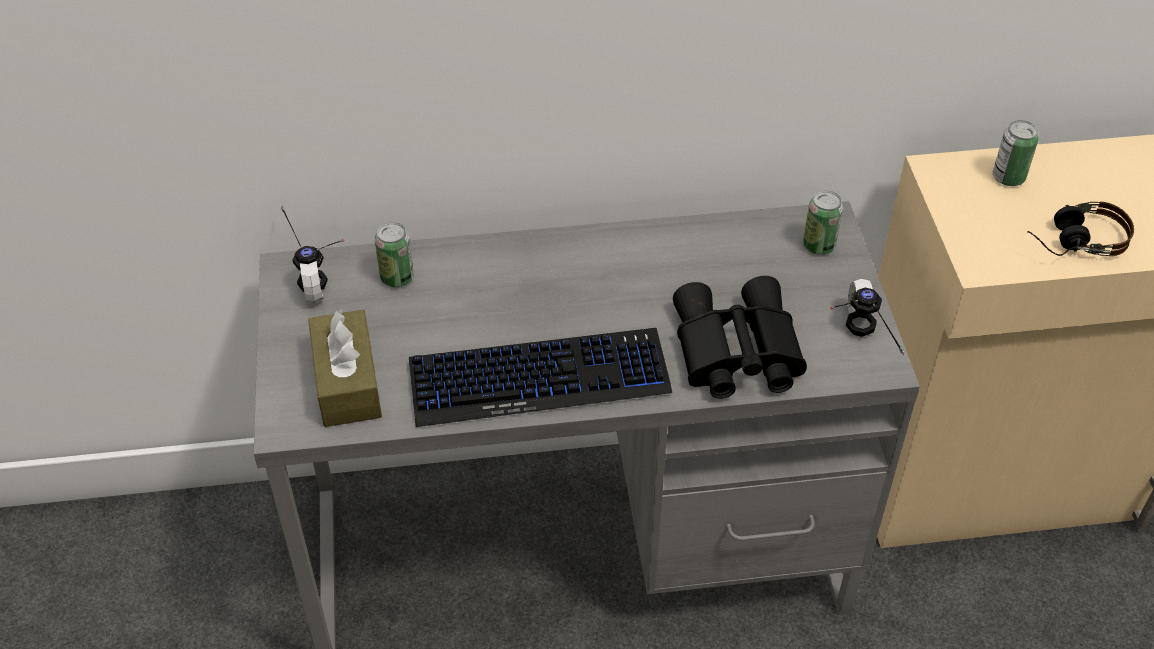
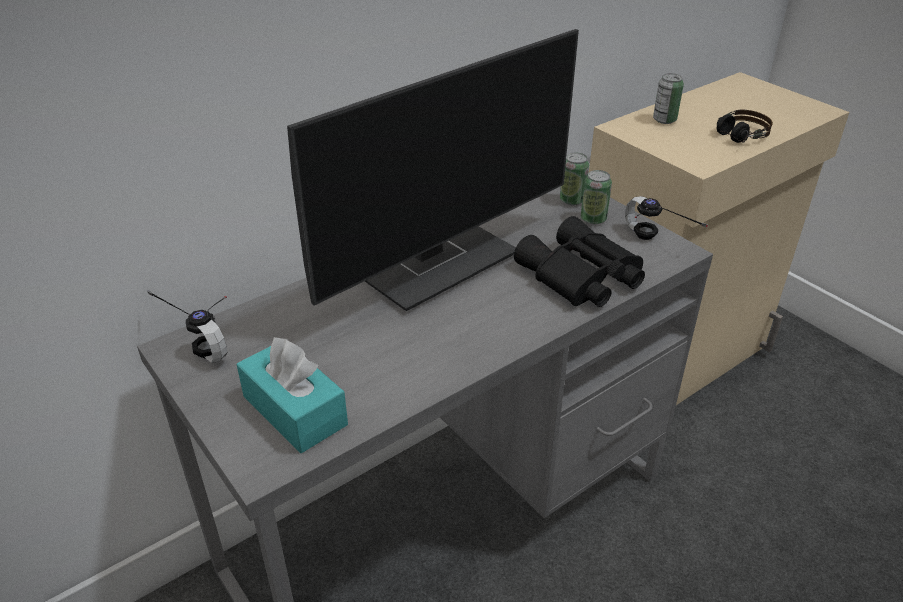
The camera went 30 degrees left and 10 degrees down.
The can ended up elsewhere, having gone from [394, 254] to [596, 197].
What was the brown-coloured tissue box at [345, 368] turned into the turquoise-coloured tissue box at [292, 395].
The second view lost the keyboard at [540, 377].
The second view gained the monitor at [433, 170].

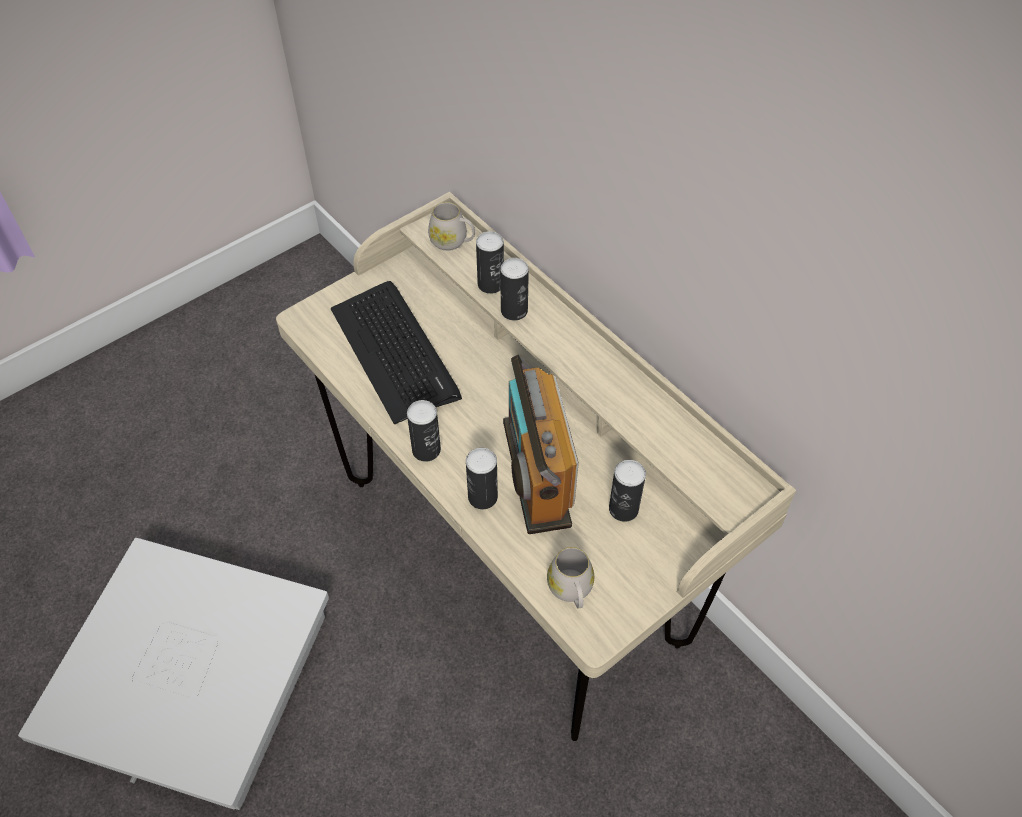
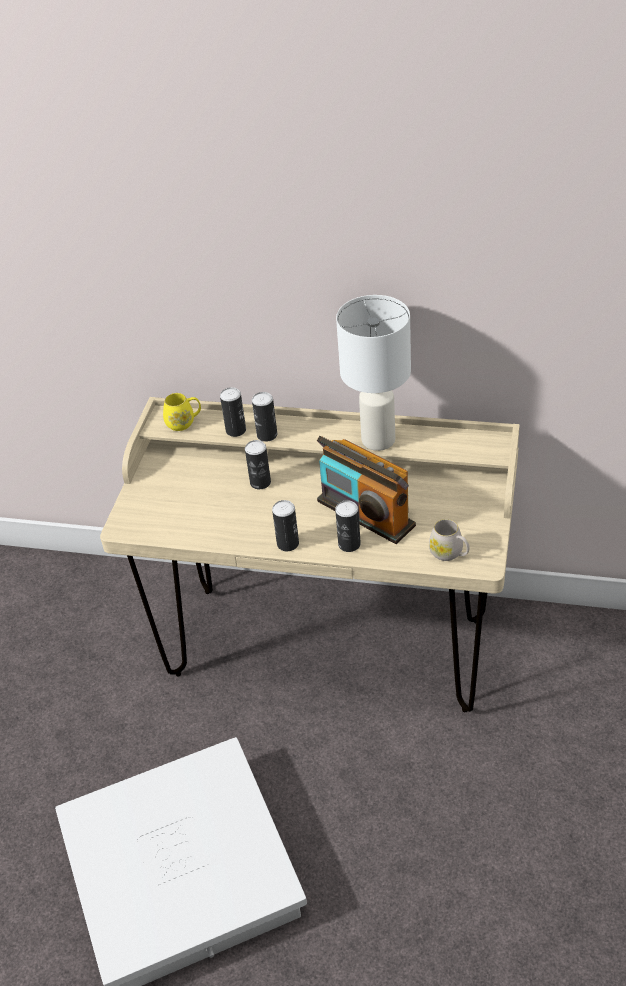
The camera went 35 degrees left and 10 degrees down.
What was the white-coloured mug at [451, 226] turned into the yellowish mug at [182, 412].
The second view lost the keyboard at [396, 352].
The can ended up elsewhere, having gone from [627, 491] to [258, 464].
The second view gained the white-coloured lamp for a table at [373, 373].

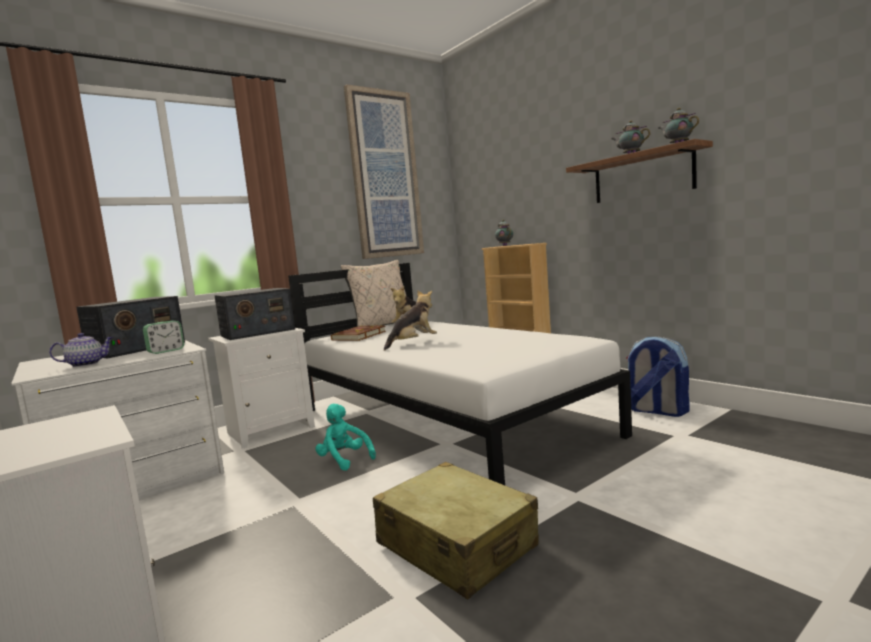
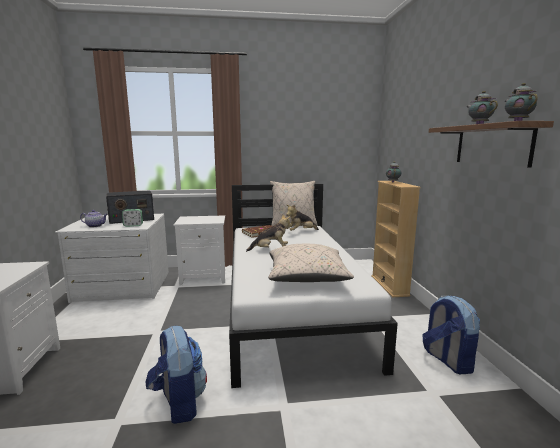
The camera went 30 degrees right and 5 degrees up.
The second view lost the wall art at [384, 171].
The second view lost the radio at [254, 314].
The second view lost the turquoise-coloured cuddly toy at [346, 437].
Where the sand-coloured suitcase stood at [456, 530], the rucksack came to stand at [176, 375].
The second view gained the sand-coloured throw pillow at [311, 263].

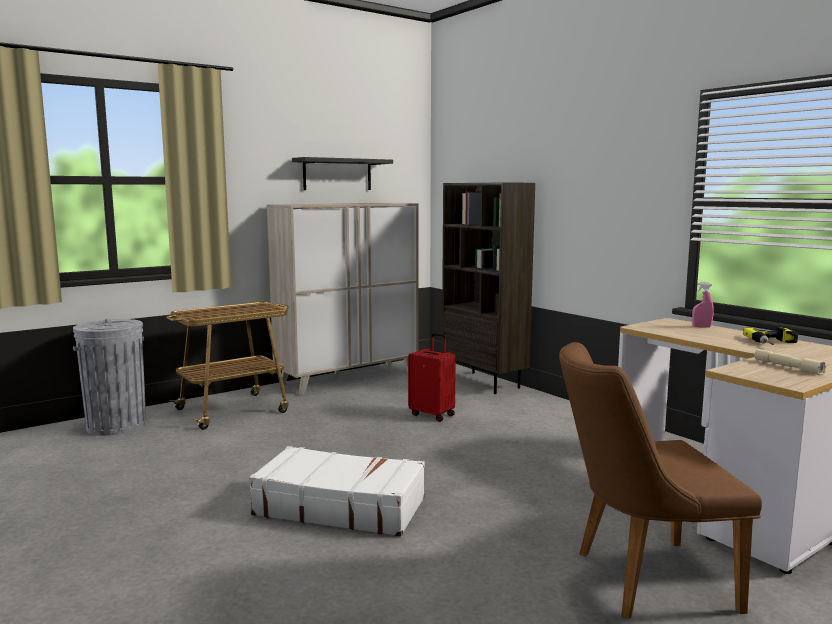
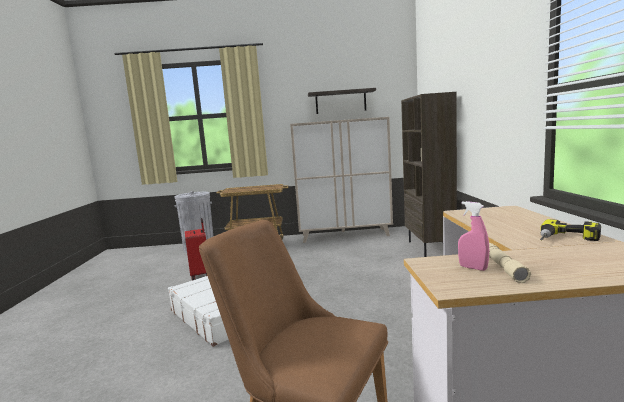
The camera went 35 degrees right and 0 degrees up.
The pink-coloured spray bottle ended up elsewhere, having gone from [703, 305] to [473, 236].
The red suitcase ended up elsewhere, having gone from [432, 377] to [196, 249].

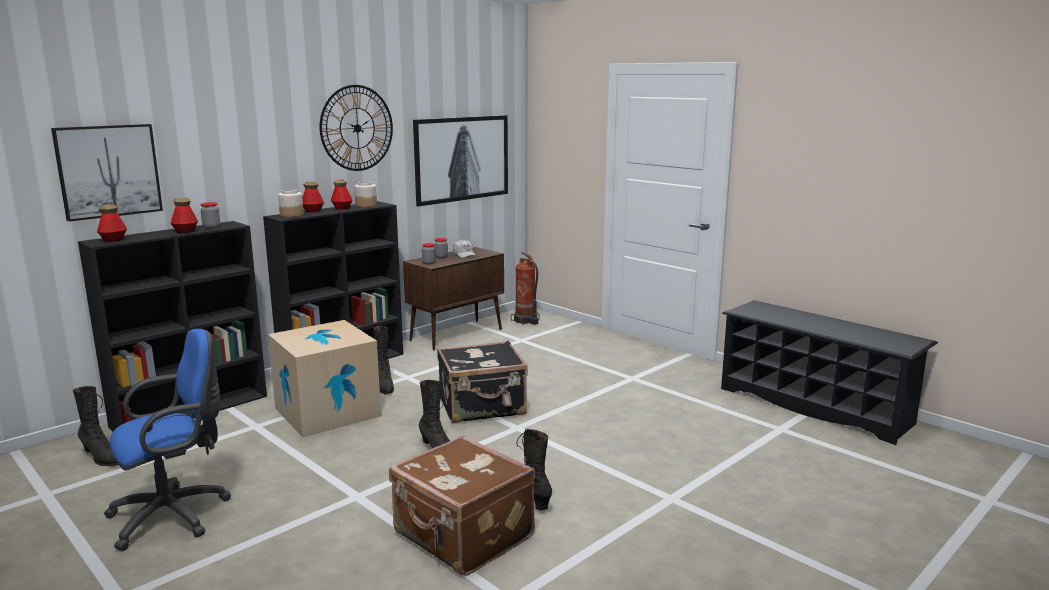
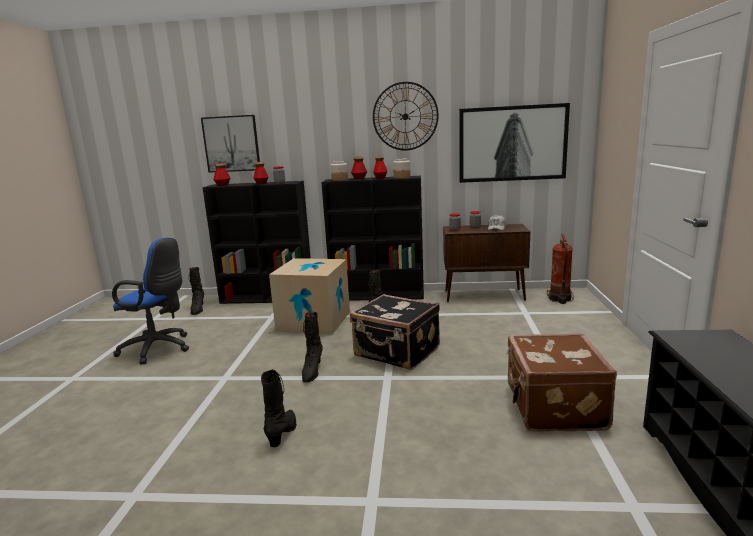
The camera went 50 degrees right and 0 degrees up.
The brown-coloured suitcase ended up elsewhere, having gone from [462, 505] to [562, 382].

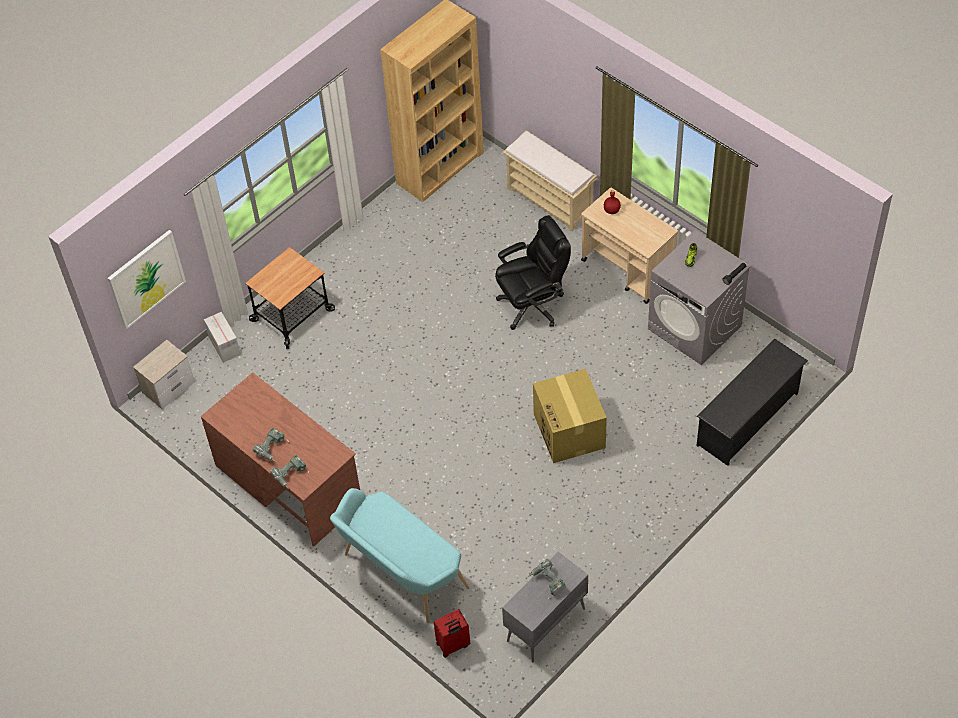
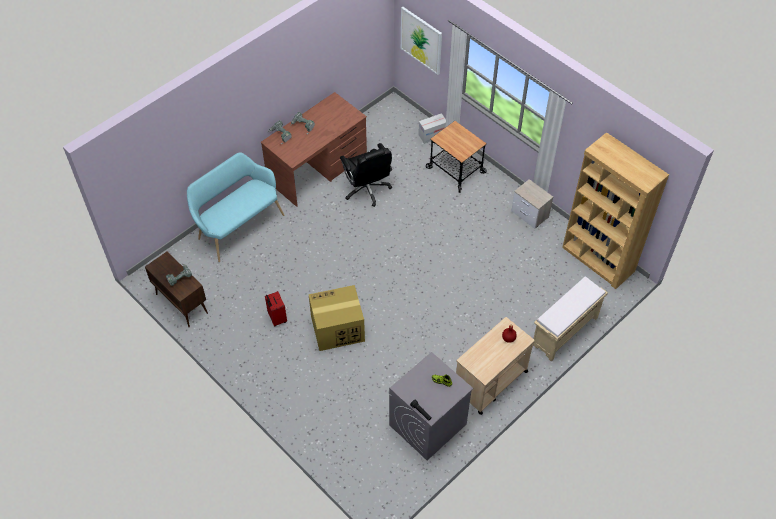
The camera went 90 degrees right and 0 degrees up.
The black office chair ended up elsewhere, having gone from [533, 272] to [366, 175].
The second view lost the black shoe rack at [752, 402].
The bedside table ended up elsewhere, having gone from [164, 374] to [532, 204].
What was the gray cupboard at [545, 607] turned into the brown-coloured cupboard at [176, 289].
The red suitcase ended up elsewhere, having gone from [452, 633] to [276, 309].

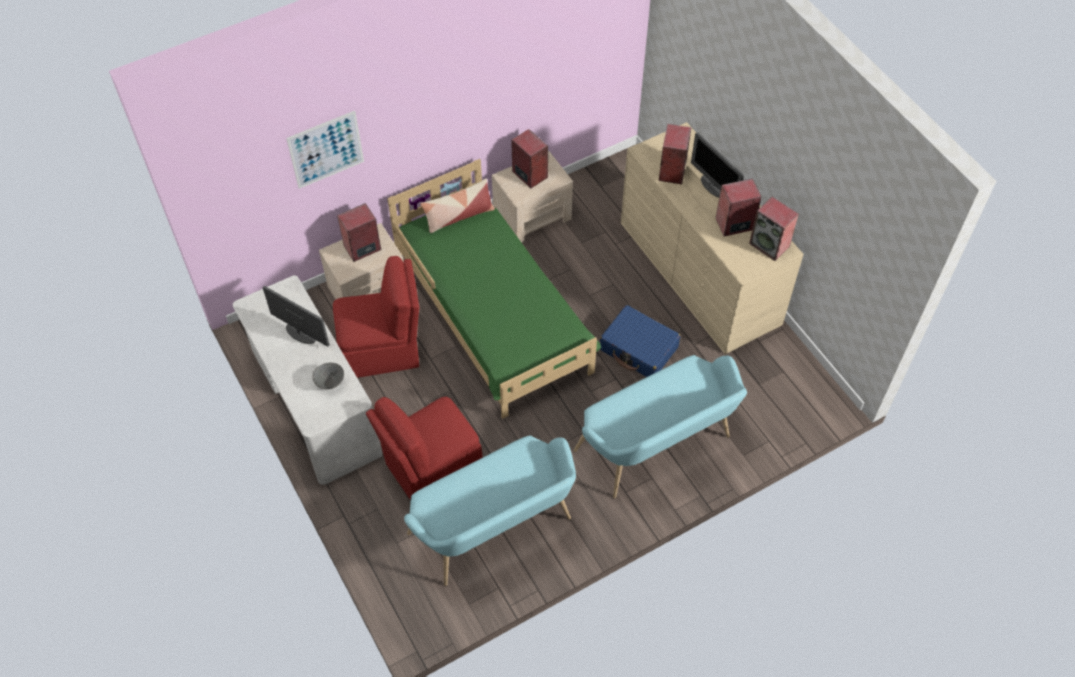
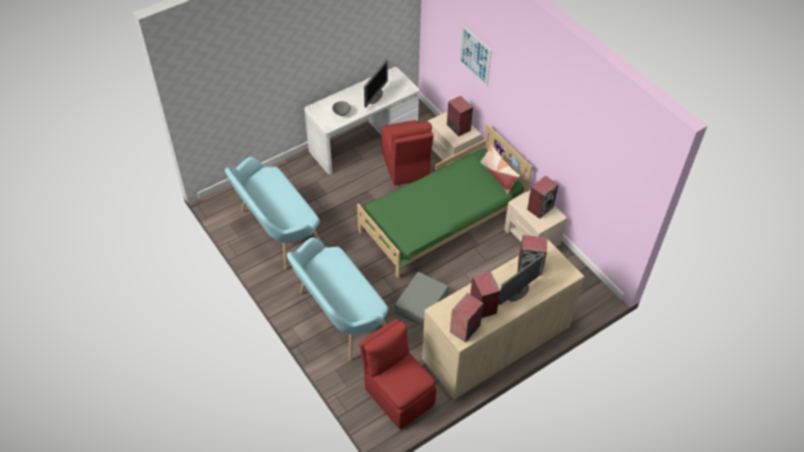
The camera went 85 degrees right and 5 degrees down.
What was the blue-coloured suitcase at [640, 341] turned into the gray suitcase at [421, 300].
The red chair ended up elsewhere, having gone from [424, 448] to [397, 374].

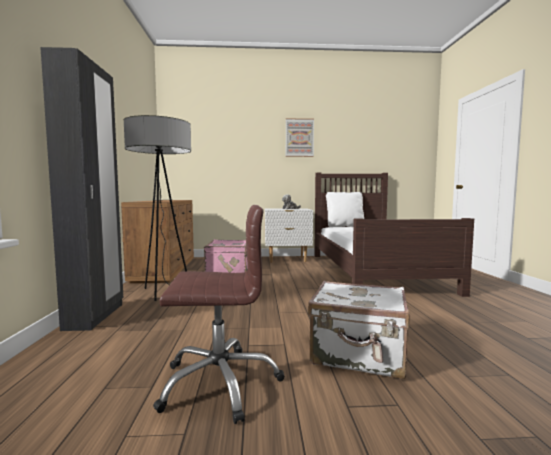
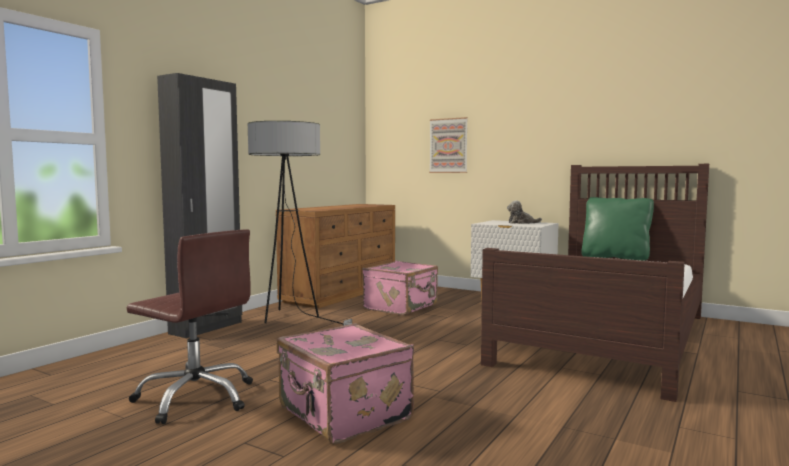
The camera went 35 degrees right and 0 degrees up.
The wall art ended up elsewhere, having gone from [300, 137] to [448, 145].
What was the white-coloured throw pillow at [345, 209] turned into the green throw pillow at [617, 229].
What was the white-coloured suitcase at [359, 330] turned into the pink-coloured suitcase at [345, 383].

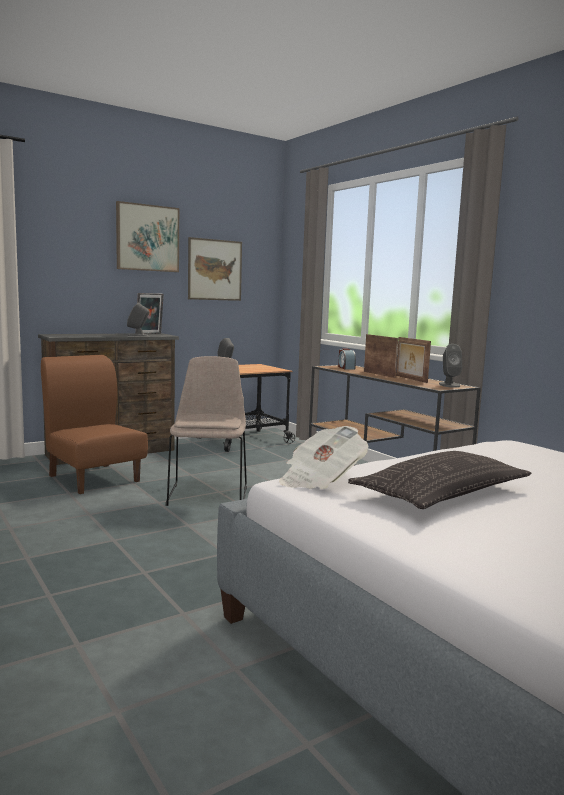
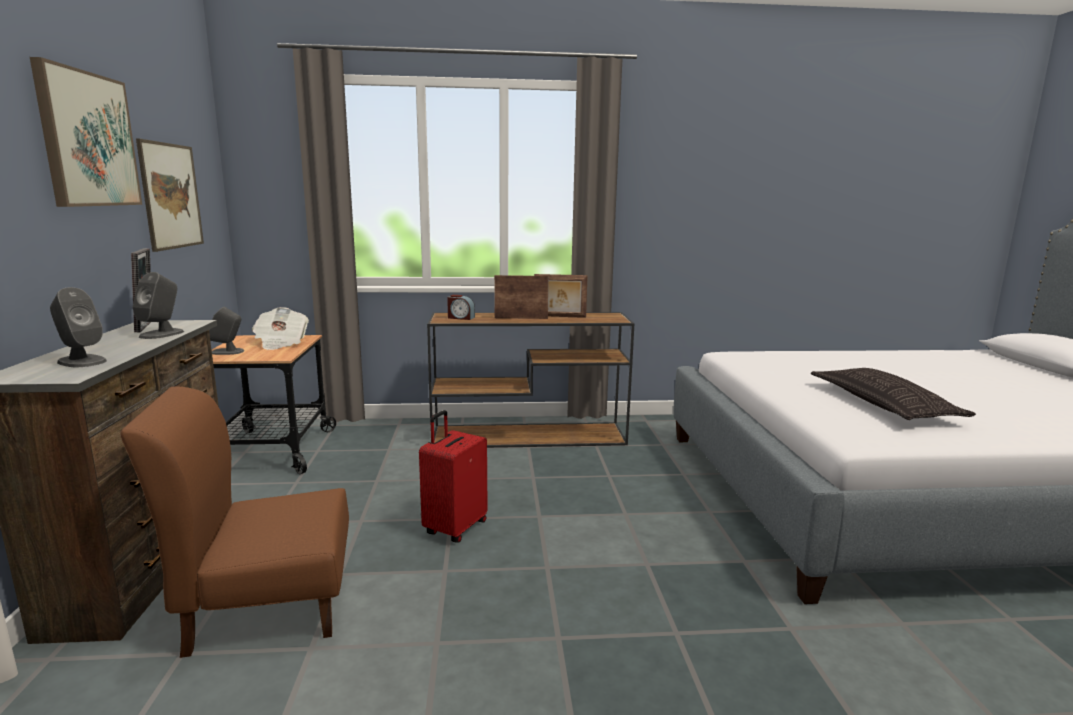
The camera went 60 degrees left and 5 degrees up.
The gray loudspeaker ended up elsewhere, having gone from [450, 366] to [78, 327].
Where the sand-coloured chair stood at [206, 431], the red suitcase came to stand at [453, 476].
The newspaper ended up elsewhere, having gone from [323, 457] to [280, 328].

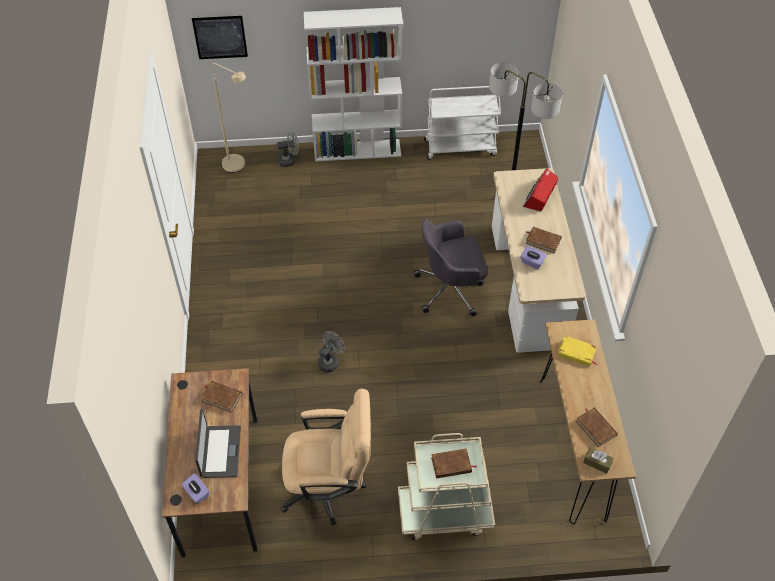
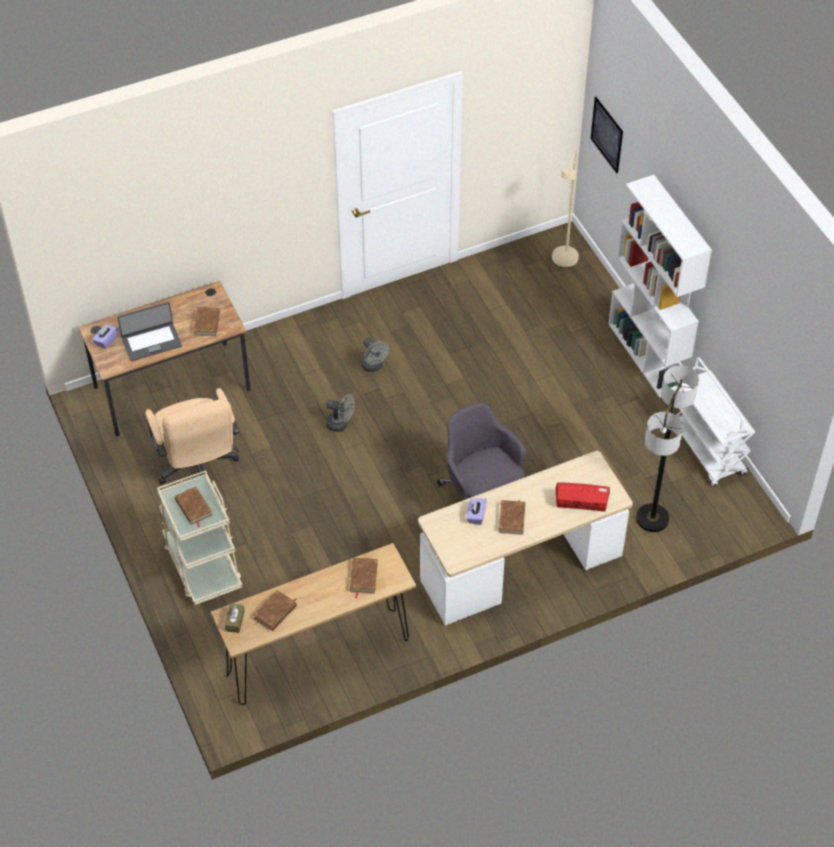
The camera went 70 degrees right and 0 degrees up.
The gray cooling fan ended up elsewhere, having gone from [288, 149] to [375, 355].
What was the yellowish bound book at [577, 351] turned into the brown-coloured bound book at [364, 578].

